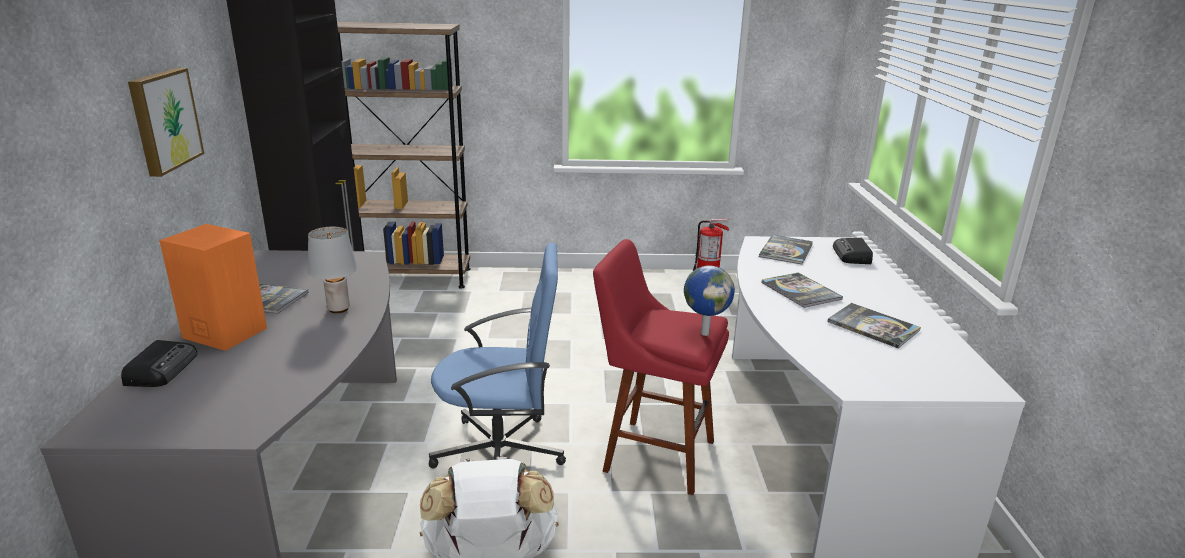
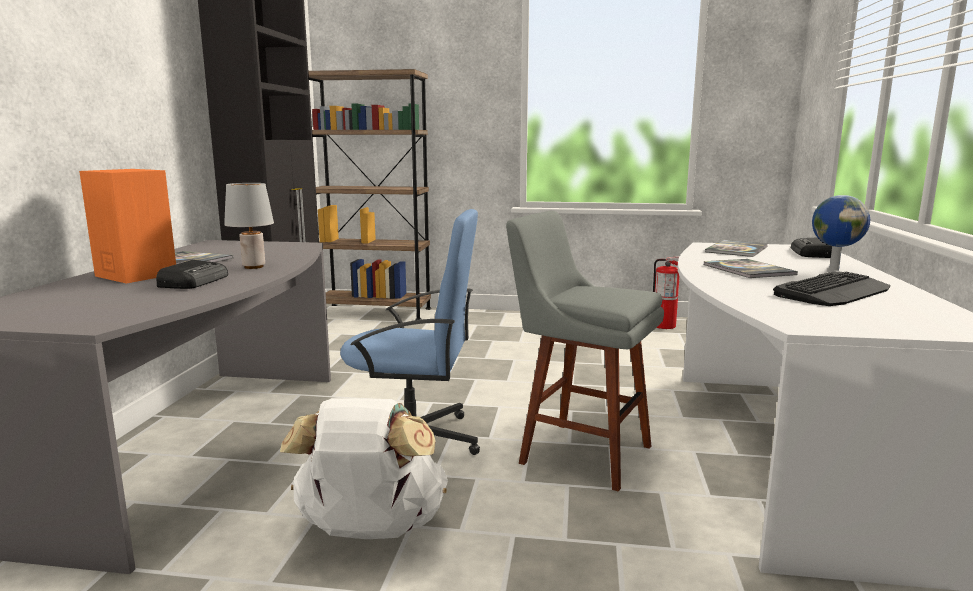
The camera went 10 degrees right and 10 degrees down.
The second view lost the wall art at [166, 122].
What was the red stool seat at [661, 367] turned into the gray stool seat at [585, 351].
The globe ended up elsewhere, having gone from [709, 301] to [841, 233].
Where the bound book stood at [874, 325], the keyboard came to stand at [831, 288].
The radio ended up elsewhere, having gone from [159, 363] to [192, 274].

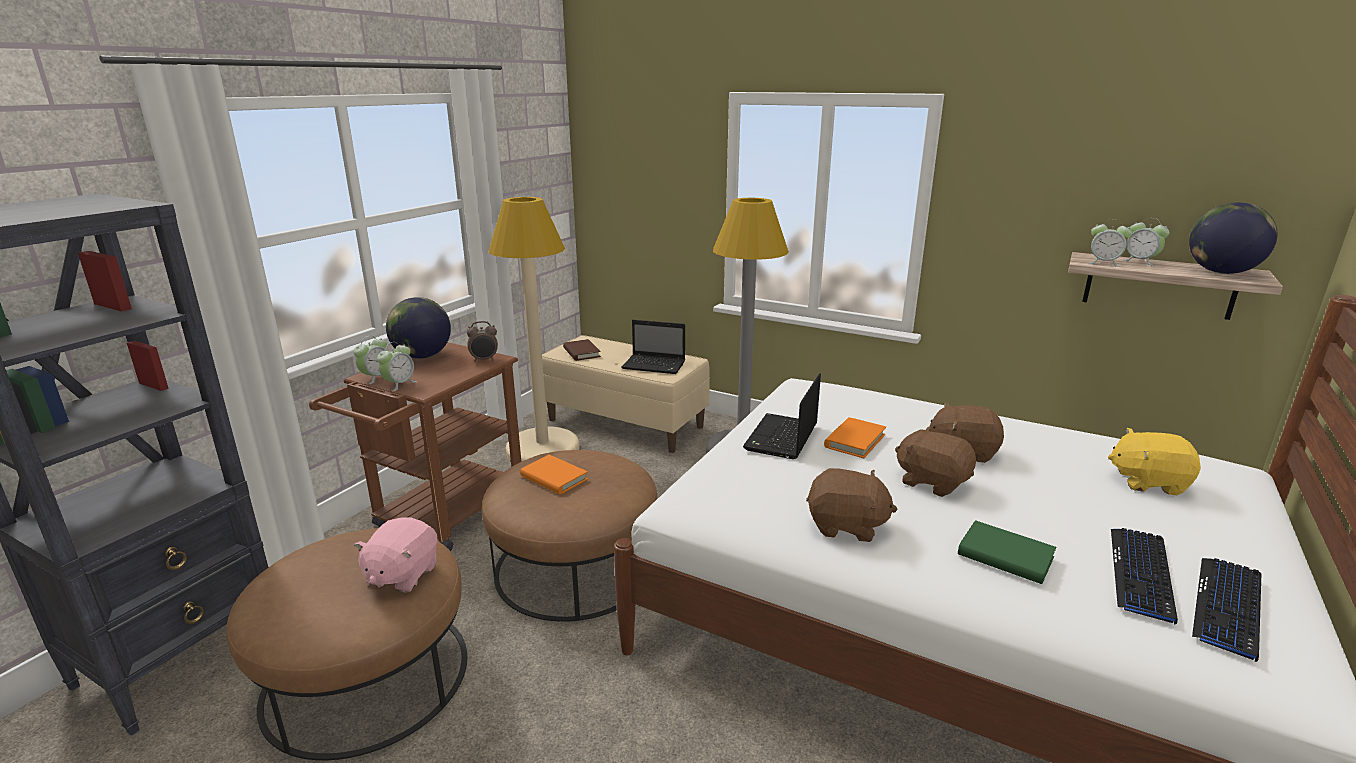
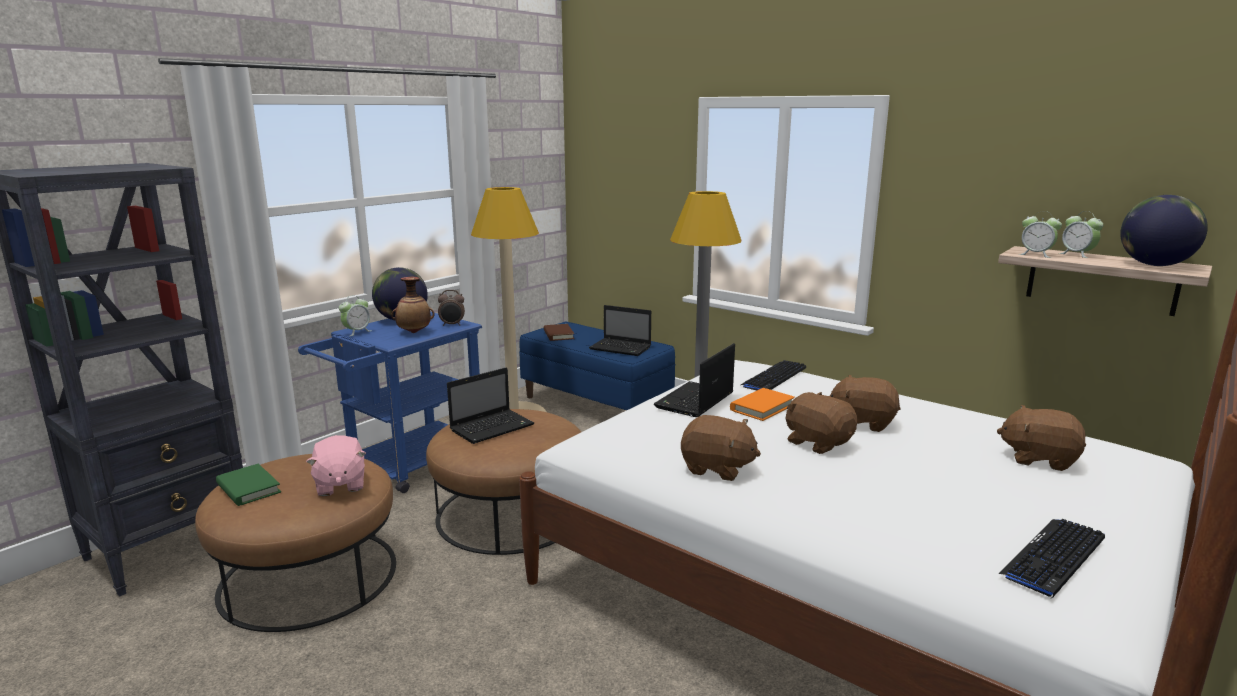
The camera went 10 degrees right and 5 degrees down.
What was the sand-coloured long seat at [626, 394] turned into the blue-coloured long seat at [597, 365].
What was the brown-coloured trolley at [415, 446] turned into the blue-coloured trolley at [390, 402].
The second view lost the alarm clock at [397, 366].
What was the yellowish cuddly toy at [1154, 461] turned into the brown-coloured cuddly toy at [1041, 438].
Where the orangey bound book stood at [554, 475], the laptop came to stand at [490, 406].
The pink-coloured cuddly toy at [396, 555] ended up facing another way, 45 degrees counterclockwise from before.
The green bound book ended up elsewhere, having gone from [1007, 552] to [248, 485].
The keyboard ended up elsewhere, having gone from [1144, 576] to [773, 375].
The second view gained the flower vase at [412, 305].

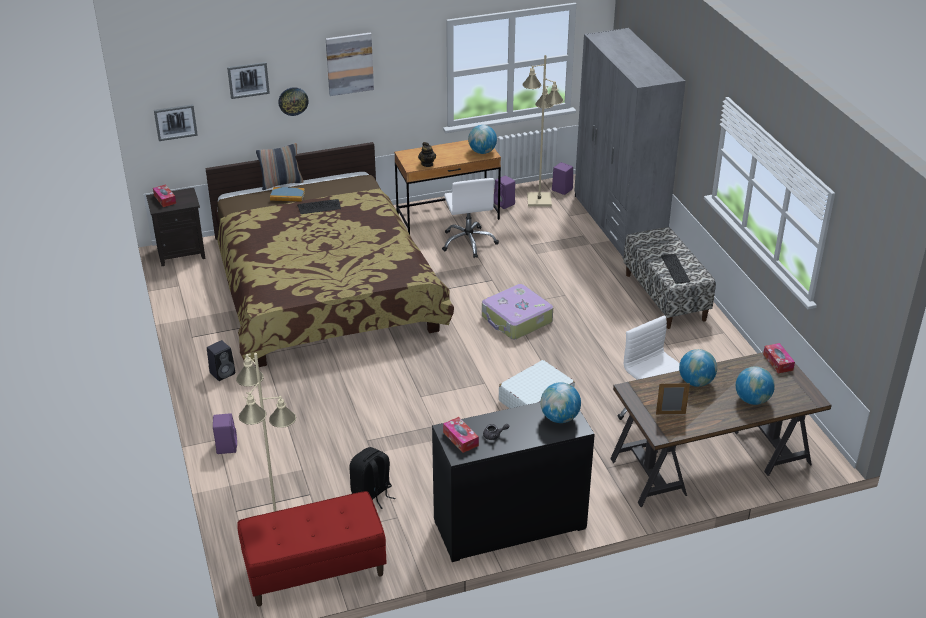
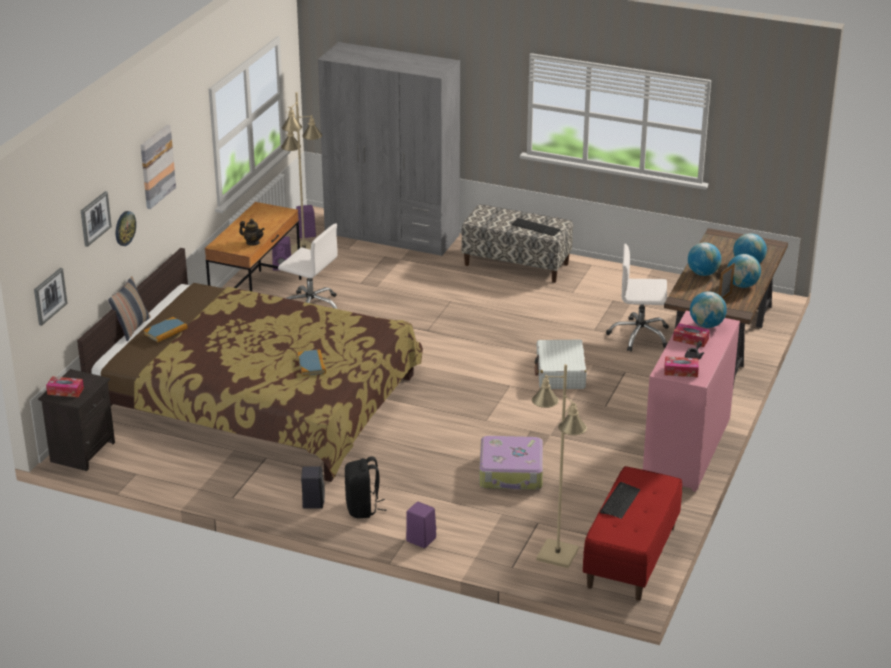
The camera went 50 degrees left and 5 degrees down.
The globe ended up elsewhere, having gone from [482, 139] to [744, 271].
The keyboard ended up elsewhere, having gone from [319, 206] to [620, 500].
The suitcase ended up elsewhere, having gone from [517, 311] to [511, 463].
The tissue box ended up elsewhere, having gone from [779, 358] to [691, 335].
What was the black chest of drawers at [513, 482] turned into the pink-coloured chest of drawers at [691, 401].
The black rucksack ended up elsewhere, having gone from [372, 478] to [366, 487].
The second view gained the bound book at [311, 362].

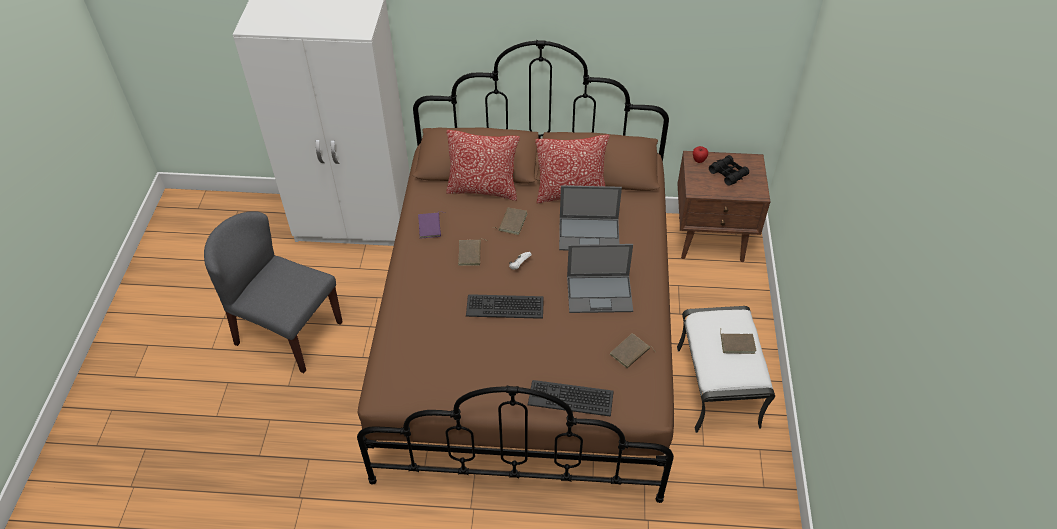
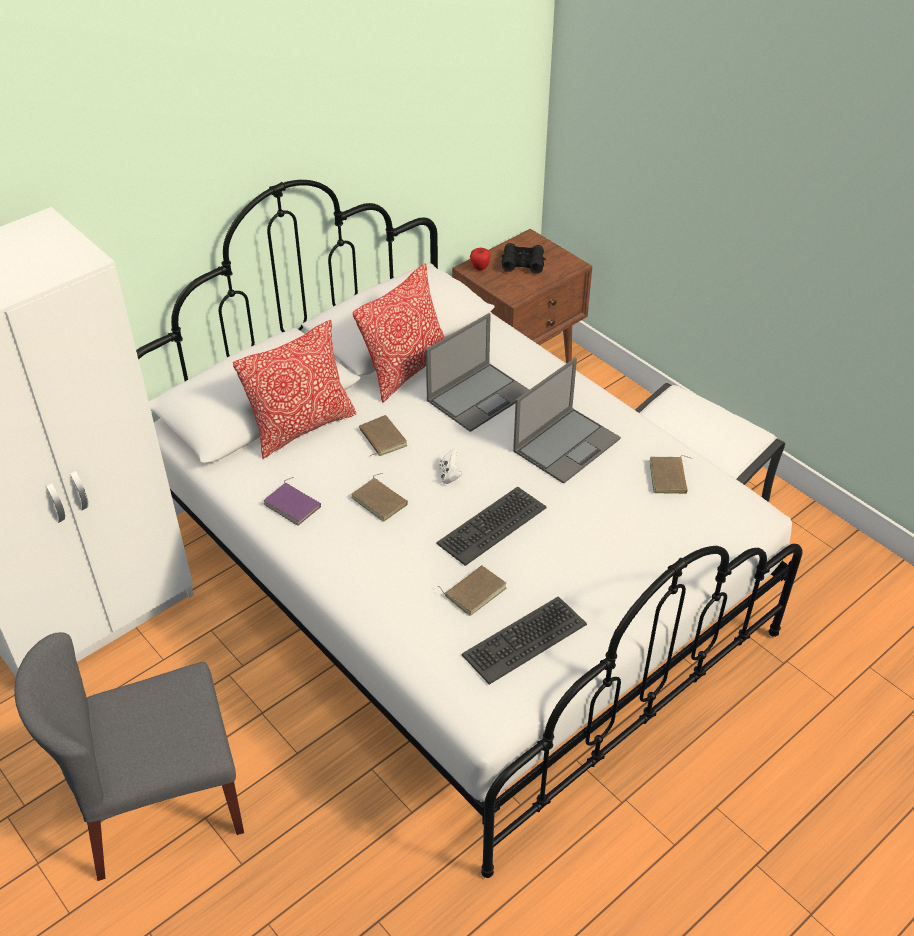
The camera went 45 degrees left and 5 degrees down.
What was the brown-coloured bed at [515, 271] turned into the white-coloured bed at [469, 529].
The brown-coloured bound book ended up elsewhere, having gone from [738, 342] to [471, 590].
The keyboard ended up elsewhere, having gone from [571, 398] to [524, 640].

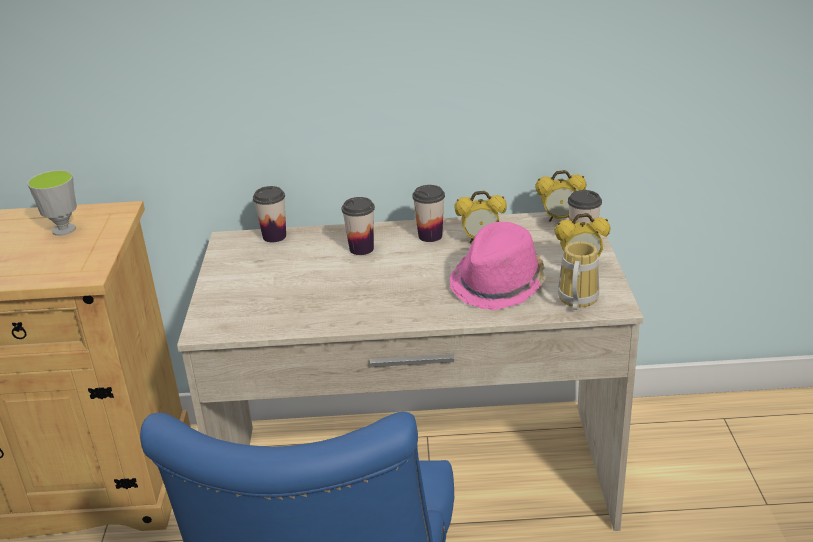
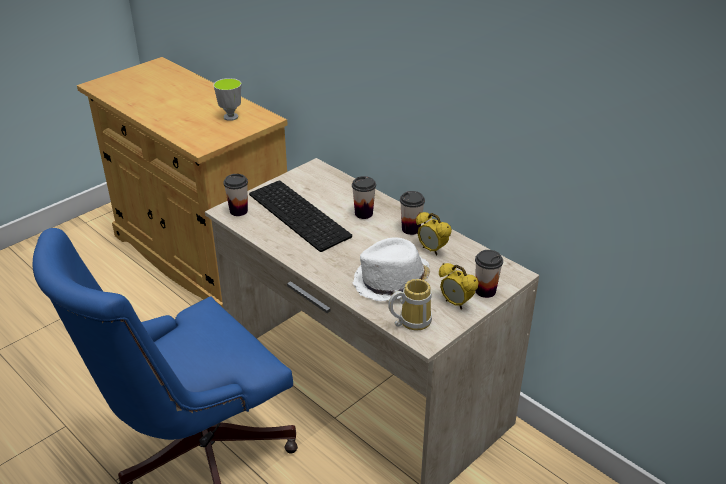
The camera went 45 degrees right and 5 degrees up.
The second view lost the alarm clock at [560, 196].
The cup ended up elsewhere, having gone from [269, 214] to [235, 195].
What was the pink-coloured hat at [498, 266] turned into the white-coloured hat at [391, 269].
The second view gained the keyboard at [300, 216].

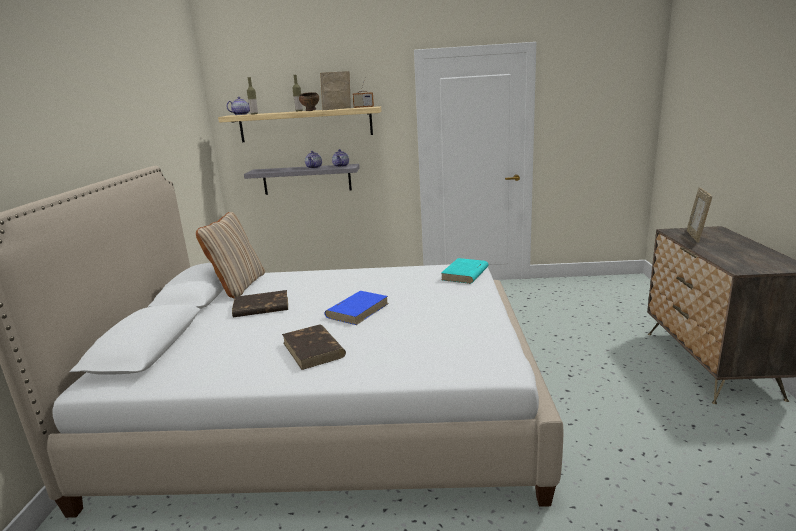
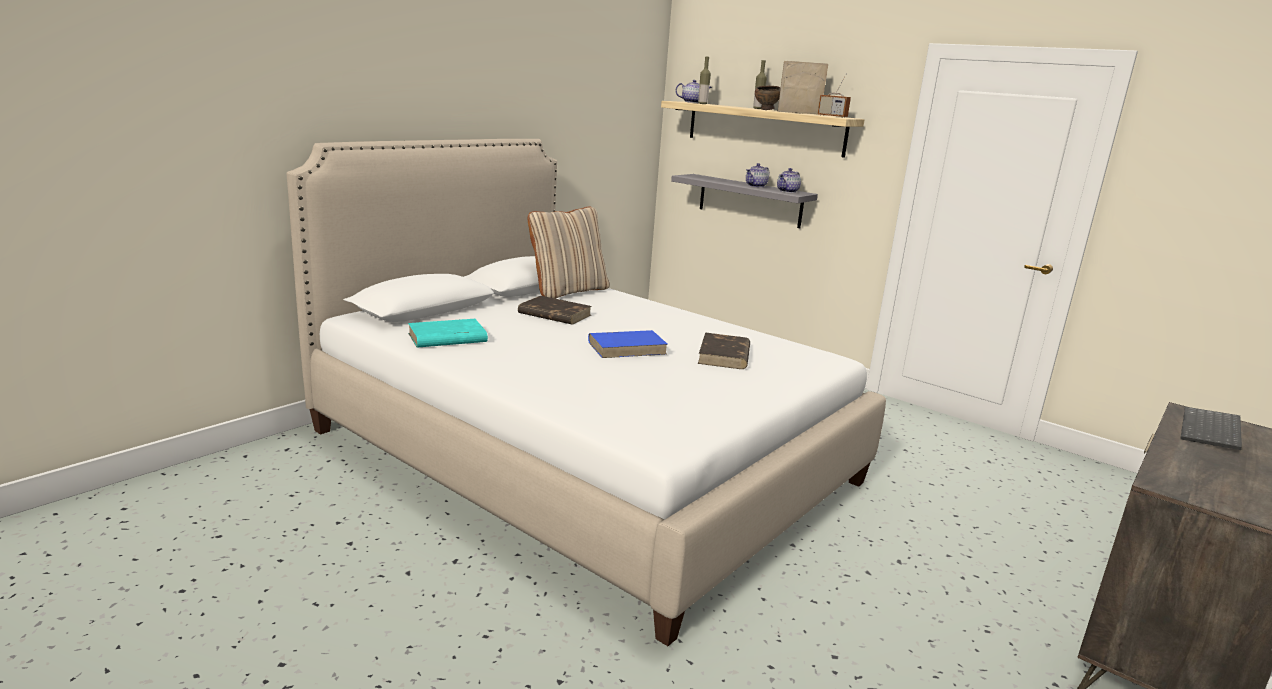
The camera went 35 degrees right and 0 degrees up.
Where the photo frame stood at [699, 215], the keyboard came to stand at [1211, 428].
The turquoise-coloured bound book ended up elsewhere, having gone from [465, 271] to [448, 333].
The brown-coloured bound book ended up elsewhere, having gone from [314, 347] to [724, 350].

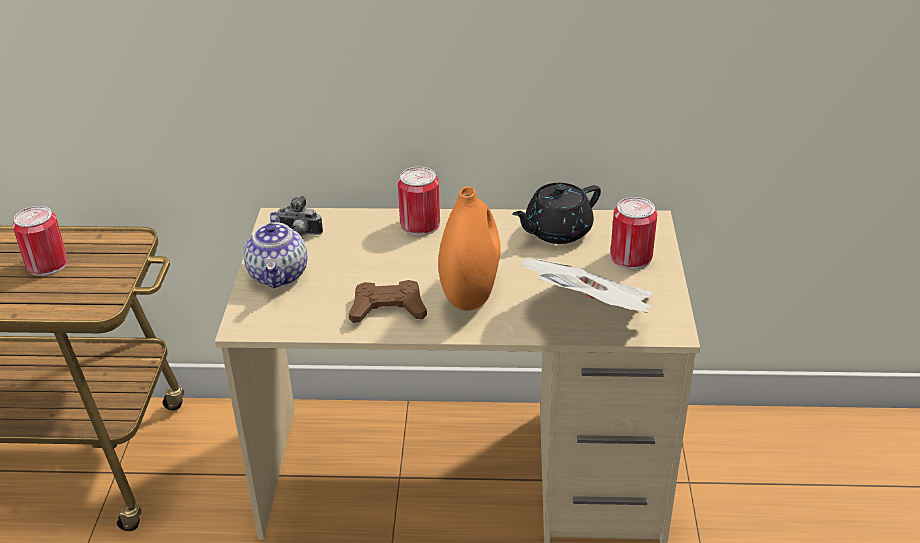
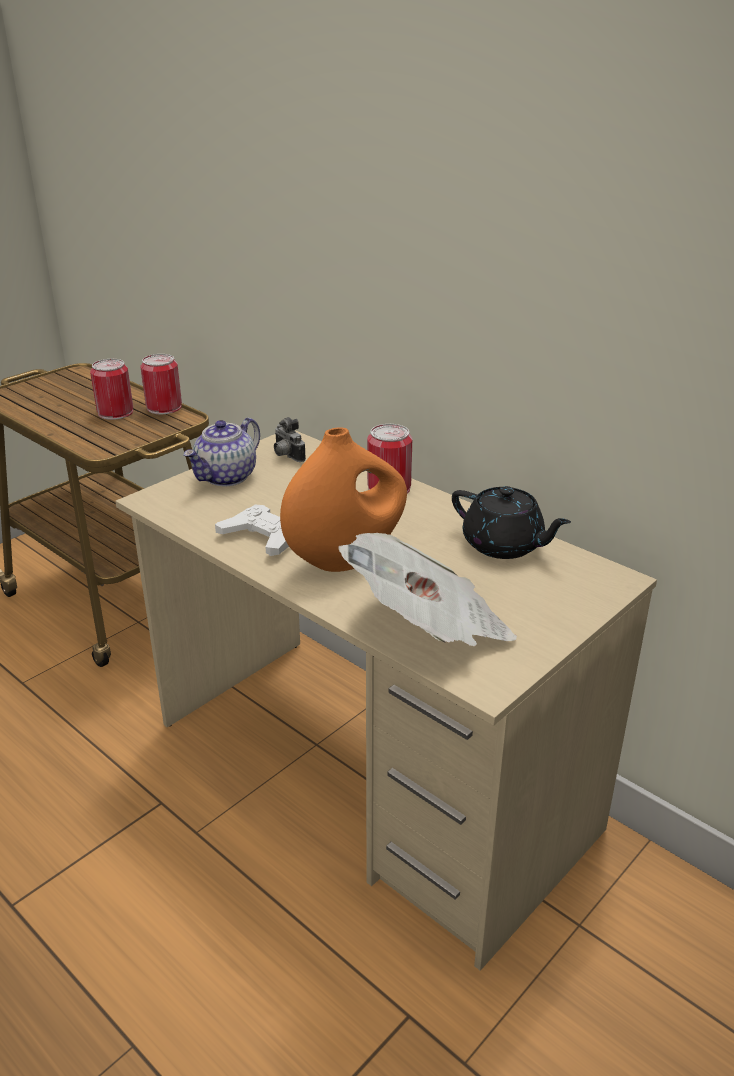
The camera went 40 degrees right and 5 degrees down.
The black teapot at [556, 213] ended up facing another way, 150 degrees counterclockwise from before.
The can ended up elsewhere, having gone from [633, 233] to [161, 384].
What was the brown-coloured gamepad at [387, 301] turned into the white-coloured gamepad at [252, 530].

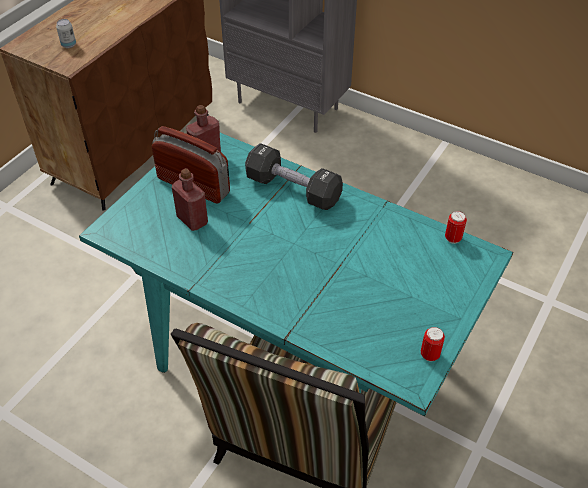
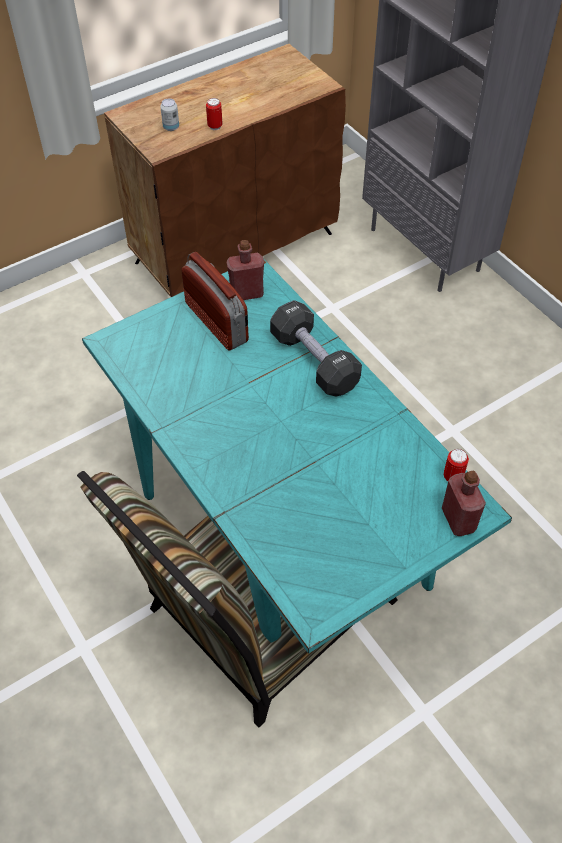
The camera went 25 degrees right and 5 degrees up.
The red drink bottle ended up elsewhere, having gone from [190, 199] to [464, 503].
The can ended up elsewhere, having gone from [433, 344] to [214, 114].

